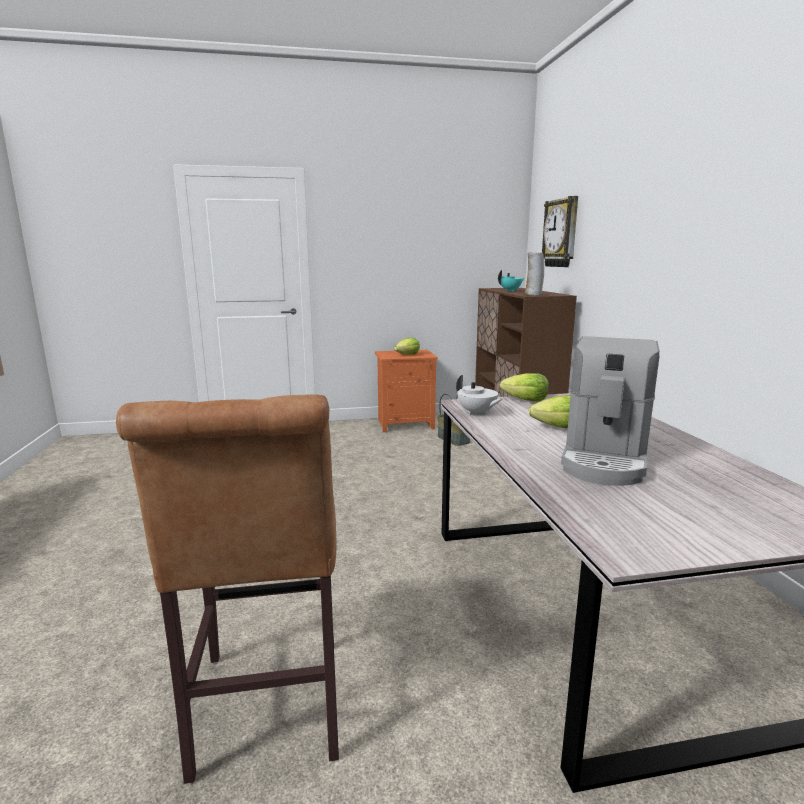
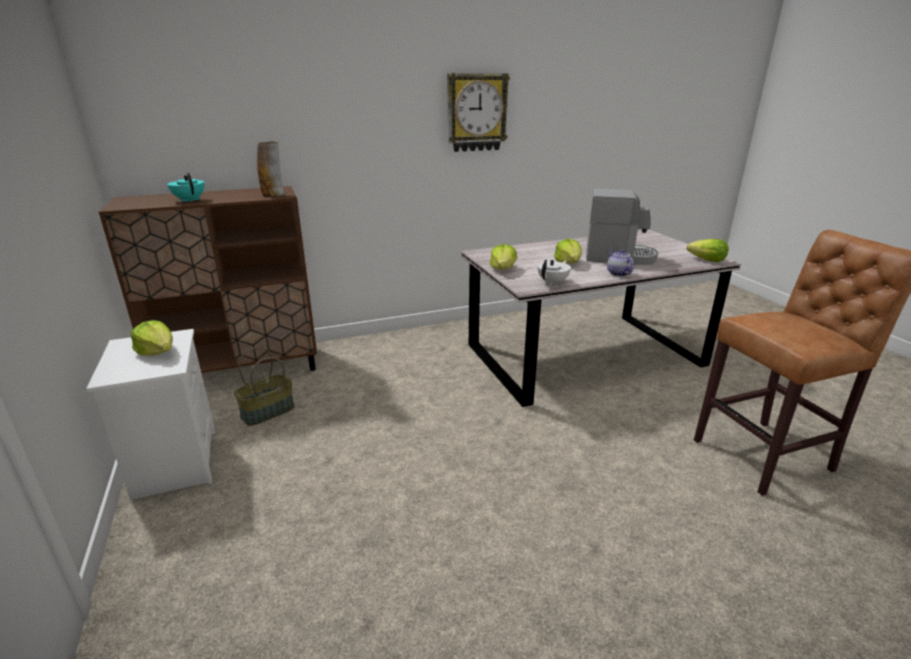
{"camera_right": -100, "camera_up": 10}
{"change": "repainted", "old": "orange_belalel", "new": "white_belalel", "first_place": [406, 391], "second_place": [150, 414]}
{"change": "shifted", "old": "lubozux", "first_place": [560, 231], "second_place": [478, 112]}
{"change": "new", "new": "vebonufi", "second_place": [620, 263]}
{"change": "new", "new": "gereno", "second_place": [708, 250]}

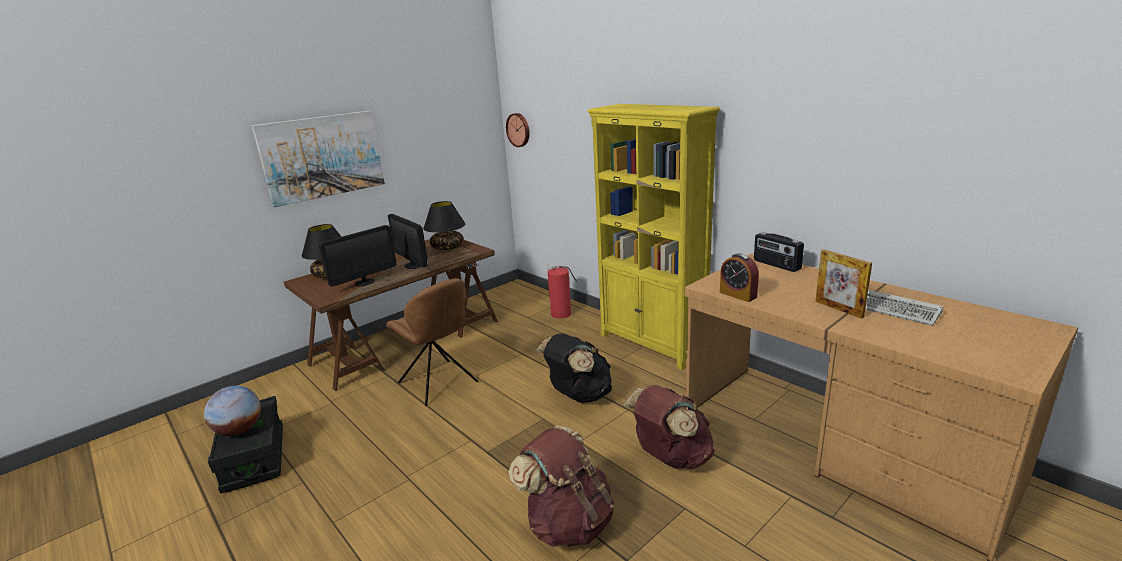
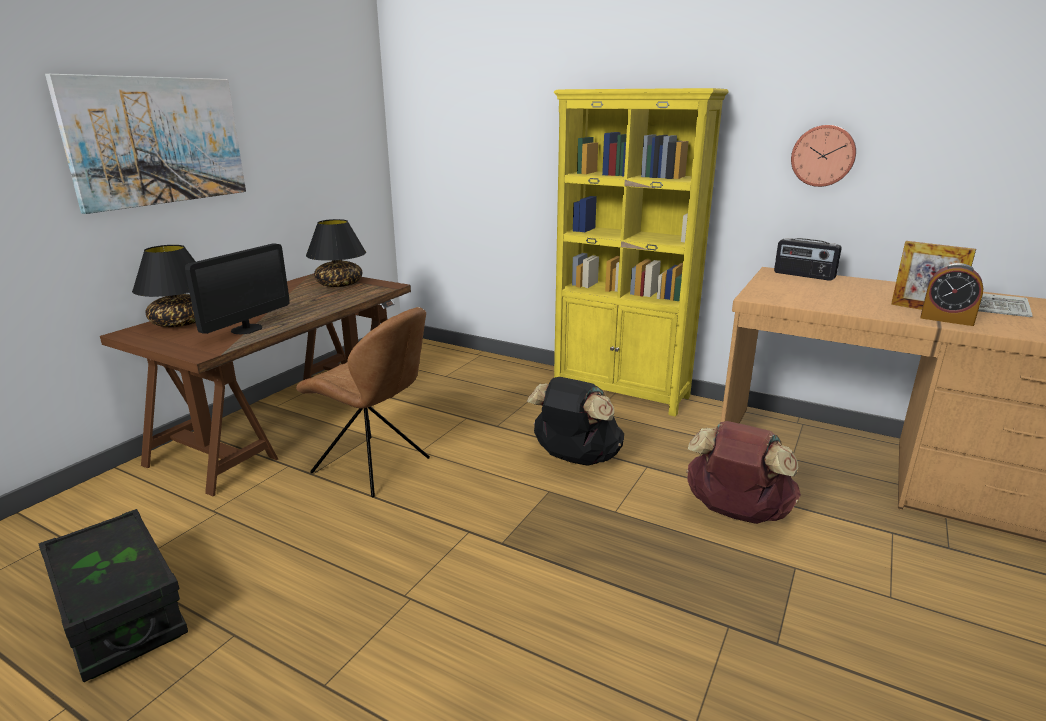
{"camera_right": -20, "camera_up": 0}
{"change": "gone", "old": "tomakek", "first_place": [232, 411]}
{"change": "gone", "old": "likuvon", "first_place": [407, 241]}
{"change": "shifted", "old": "lubozux", "first_place": [518, 130], "second_place": [823, 156]}
{"change": "gone", "old": "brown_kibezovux", "first_place": [562, 486]}
{"change": "gone", "old": "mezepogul", "first_place": [562, 292]}
{"change": "shifted", "old": "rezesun", "first_place": [739, 277], "second_place": [951, 294]}

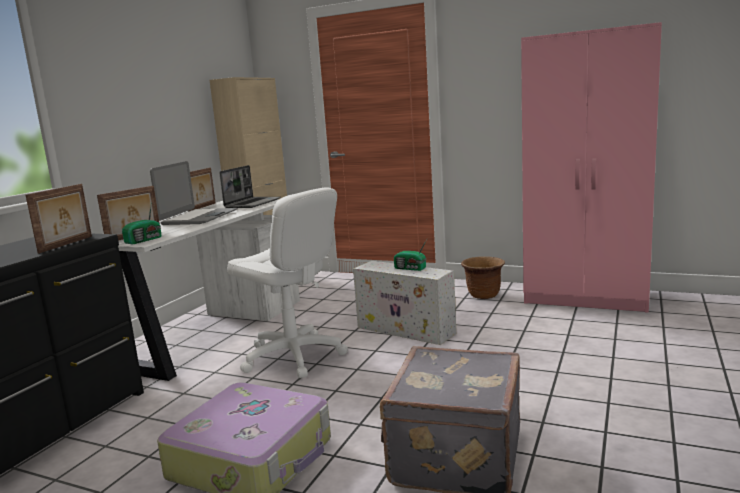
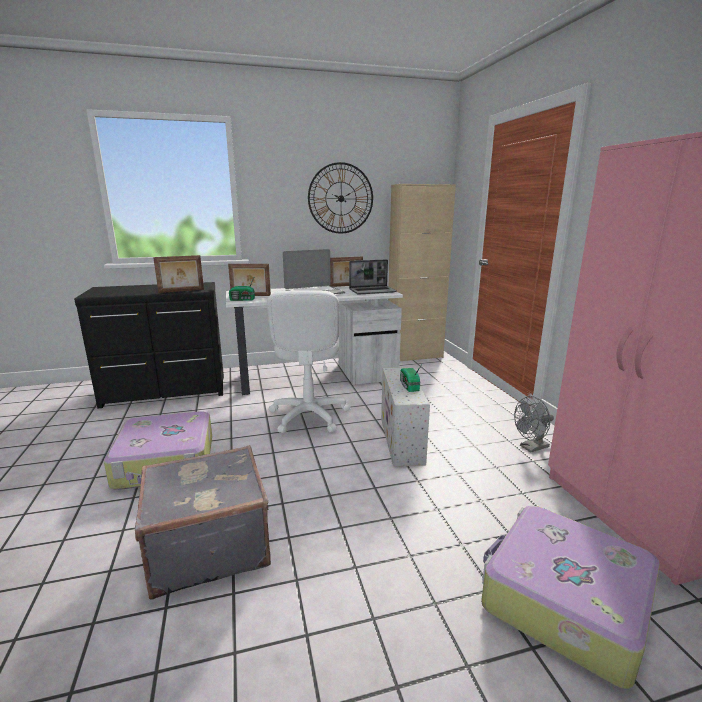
{"camera_right": 50, "camera_up": 5}
{"change": "swapped", "old": "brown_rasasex", "new": "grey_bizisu", "first_place": [483, 277], "second_place": [534, 424]}
{"change": "new", "new": "lubozux", "second_place": [340, 198]}
{"change": "new", "new": "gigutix", "second_place": [570, 597]}

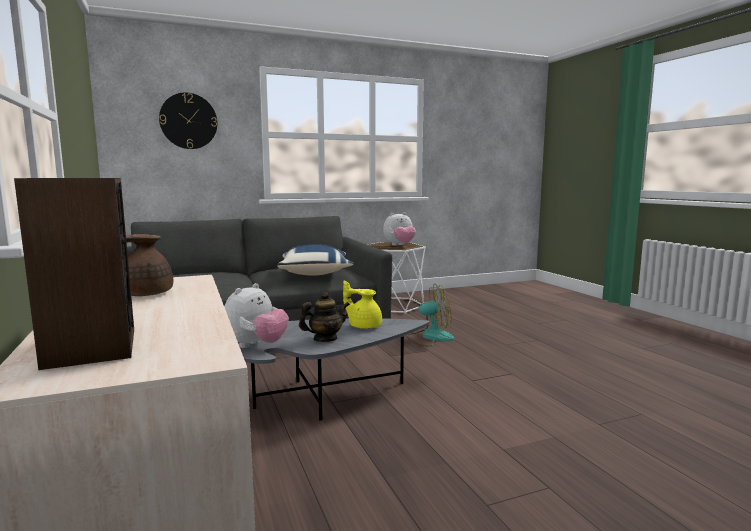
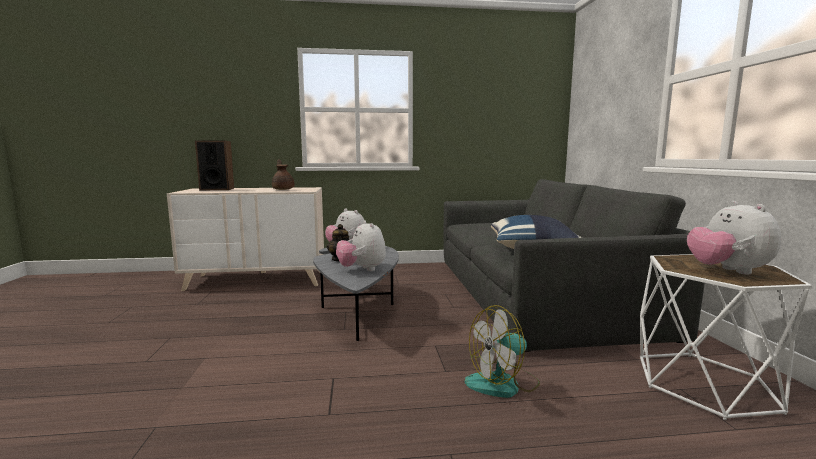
{"camera_right": 105, "camera_up": 0}
{"change": "gone", "old": "lubozux", "first_place": [188, 121]}
{"change": "swapped", "old": "yellow_vebonufi", "new": "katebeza", "first_place": [362, 305], "second_place": [361, 245]}
{"change": "rotated", "old": "bizisu", "first_place": [430, 315], "second_place": [502, 351], "degrees": 60}

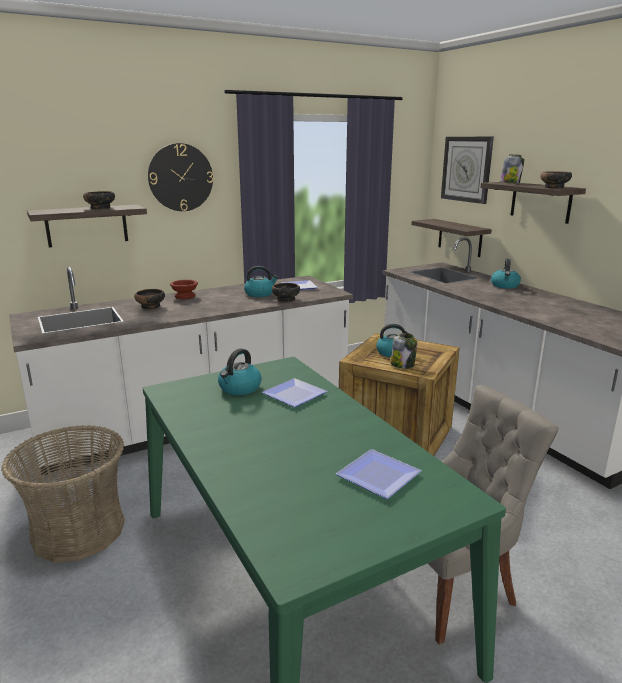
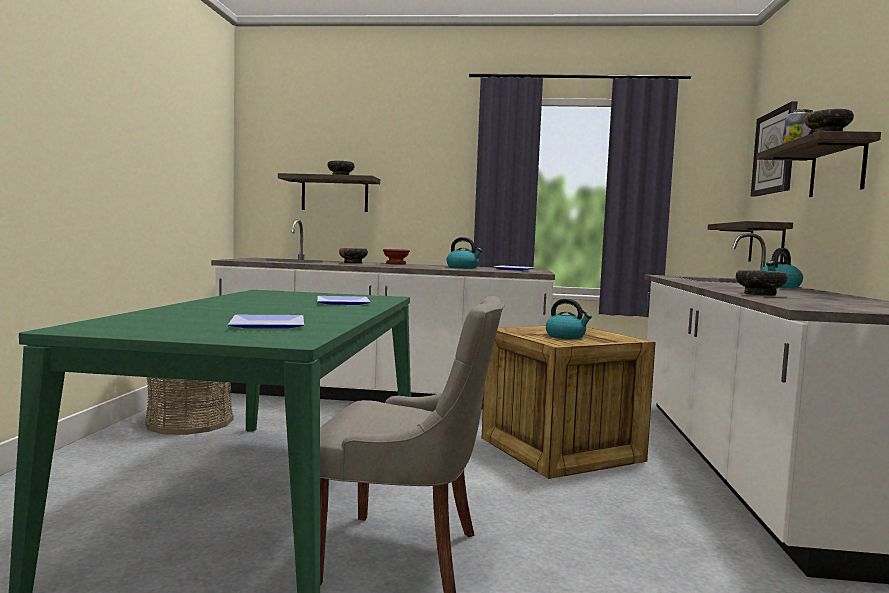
{"camera_right": 35, "camera_up": -15}
{"change": "gone", "old": "lubozux", "first_place": [180, 177]}
{"change": "gone", "old": "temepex", "first_place": [240, 371]}
{"change": "shifted", "old": "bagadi", "first_place": [286, 292], "second_place": [762, 283]}
{"change": "gone", "old": "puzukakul", "first_place": [404, 351]}

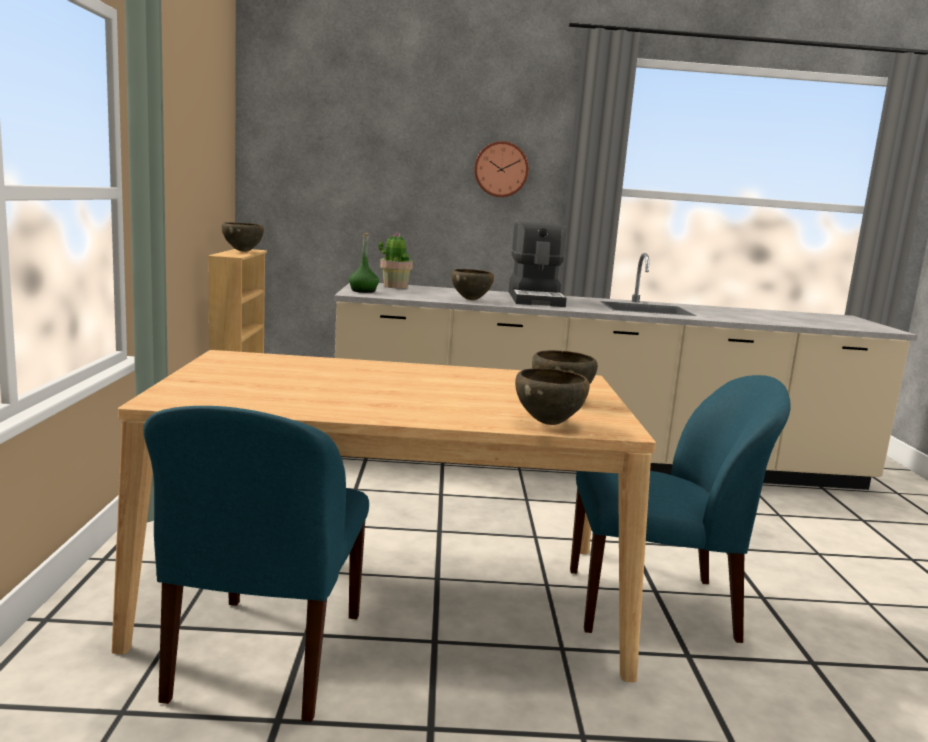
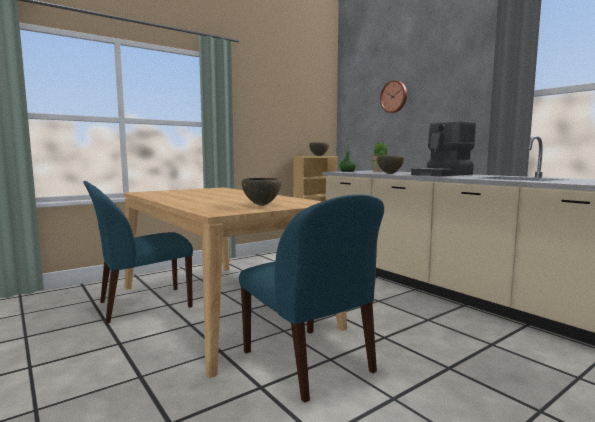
{"camera_right": 55, "camera_up": -5}
{"change": "shifted", "old": "lubozux", "first_place": [501, 169], "second_place": [393, 96]}
{"change": "gone", "old": "brown_bagadi", "first_place": [552, 396]}

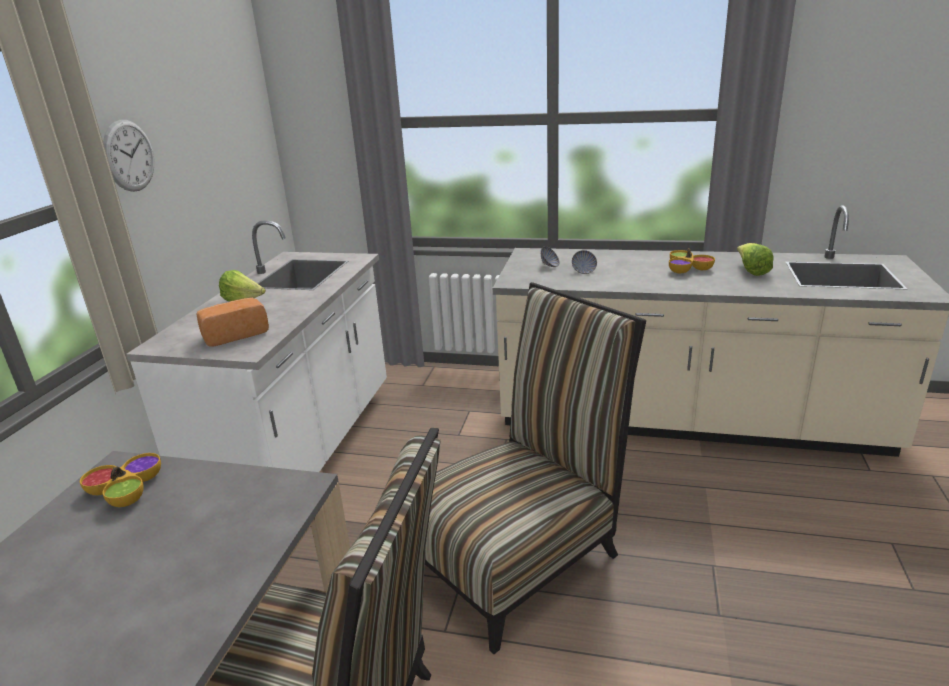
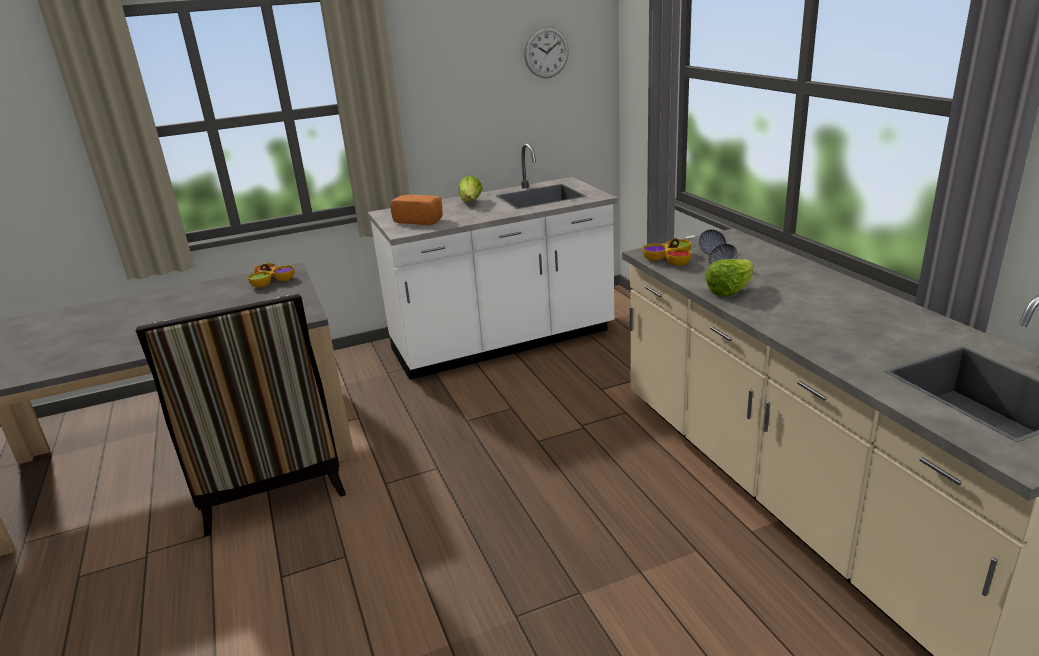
{"camera_right": 55, "camera_up": 0}
{"change": "shifted", "old": "lubozux", "first_place": [128, 156], "second_place": [546, 52]}
{"change": "gone", "old": "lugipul", "first_place": [535, 468]}
{"change": "shifted", "old": "bagadi", "first_place": [692, 260], "second_place": [666, 252]}
{"change": "shifted", "old": "gereno", "first_place": [755, 259], "second_place": [729, 278]}

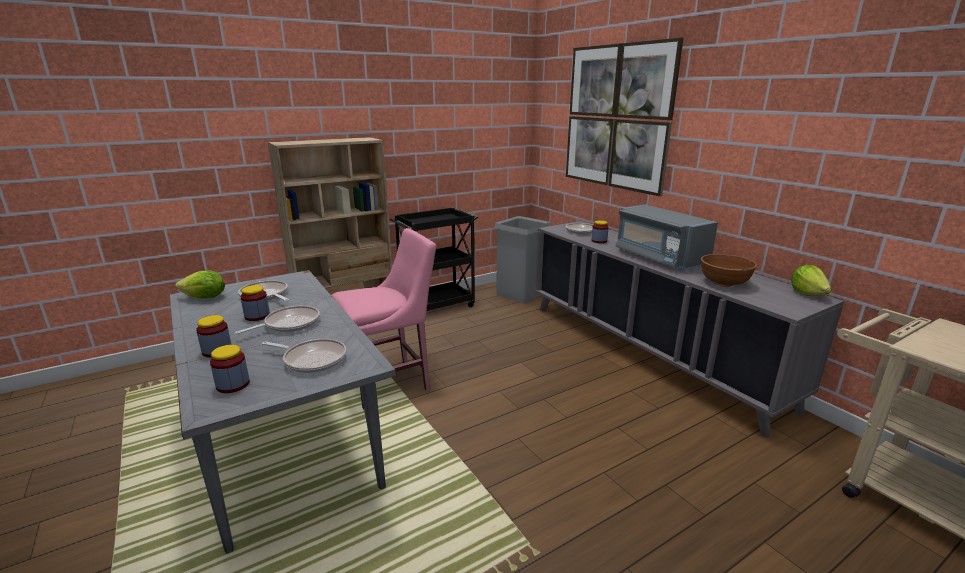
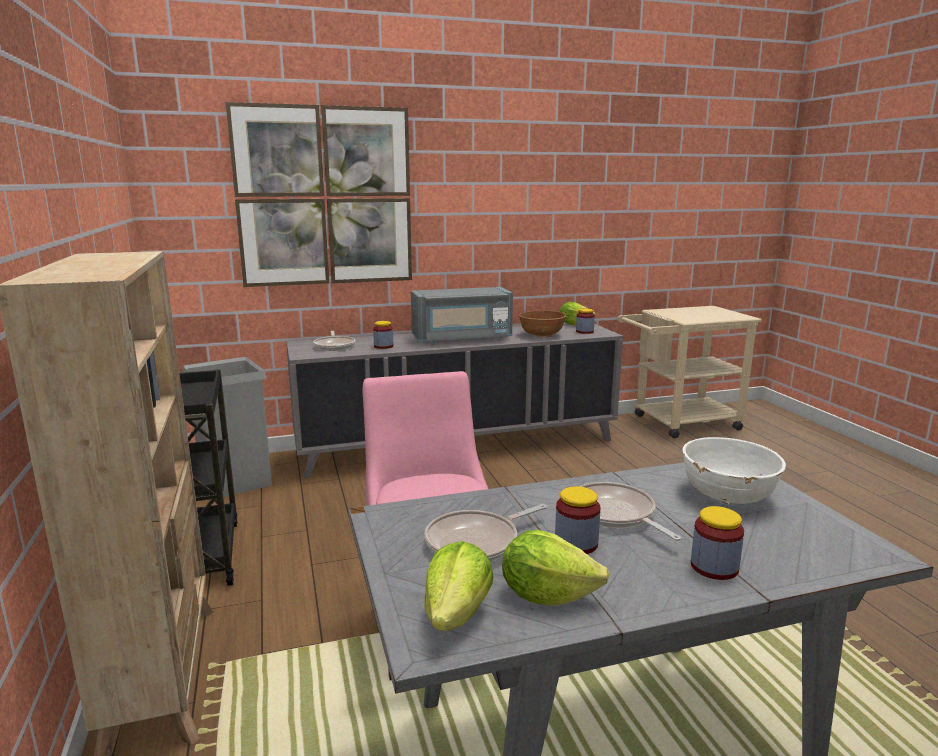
{"camera_right": -75, "camera_up": -5}
{"change": "shifted", "old": "puzukakul", "first_place": [230, 369], "second_place": [585, 321]}
{"change": "swapped", "old": "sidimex", "new": "white_bagadi", "first_place": [304, 356], "second_place": [734, 470]}
{"change": "new", "new": "gereno", "second_place": [555, 568]}

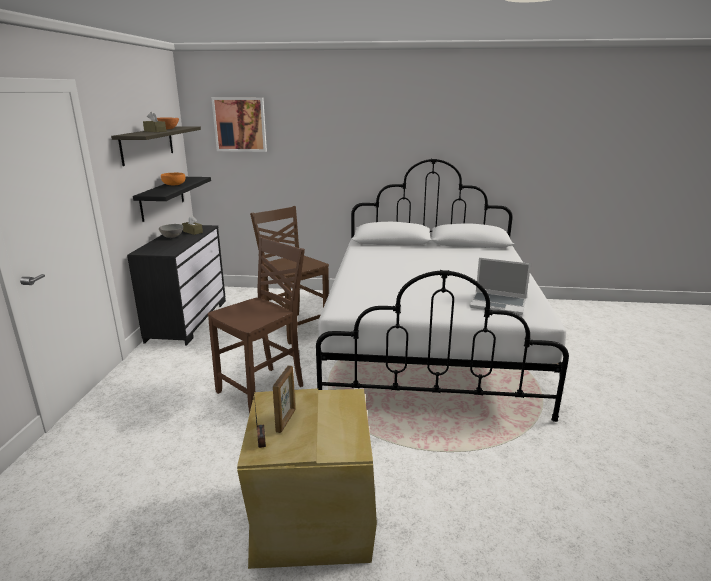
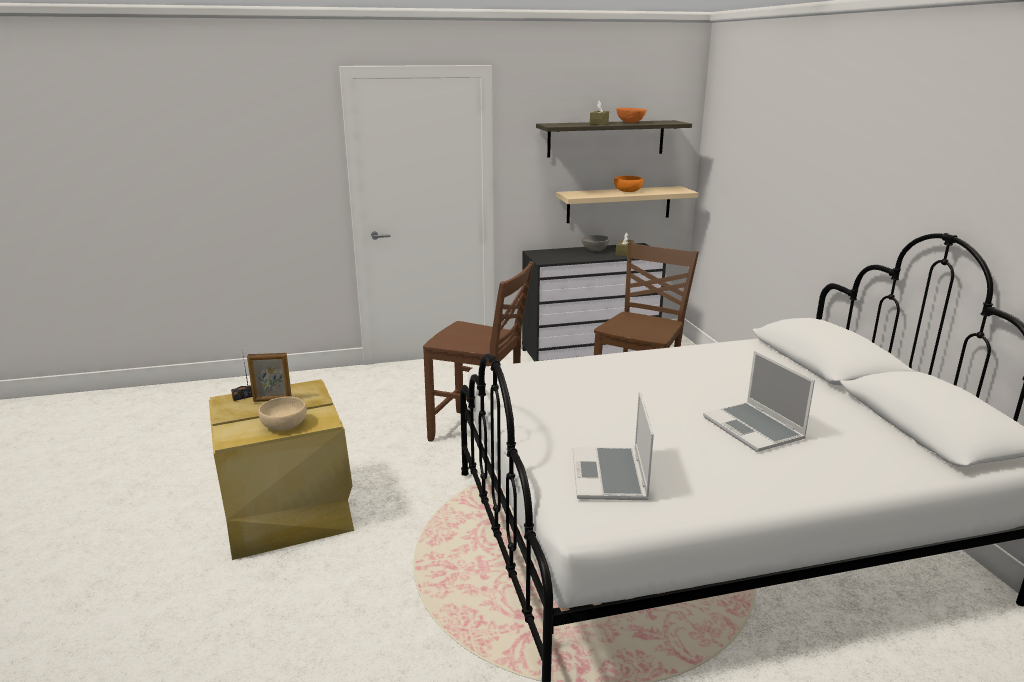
{"camera_right": 70, "camera_up": 0}
{"change": "repainted", "old": "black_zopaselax", "new": "beige_zopaselax", "first_place": [172, 199], "second_place": [627, 204]}
{"change": "gone", "old": "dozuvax", "first_place": [239, 124]}
{"change": "new", "new": "beige_bagadi", "second_place": [282, 413]}
{"change": "new", "new": "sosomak", "second_place": [759, 401]}

